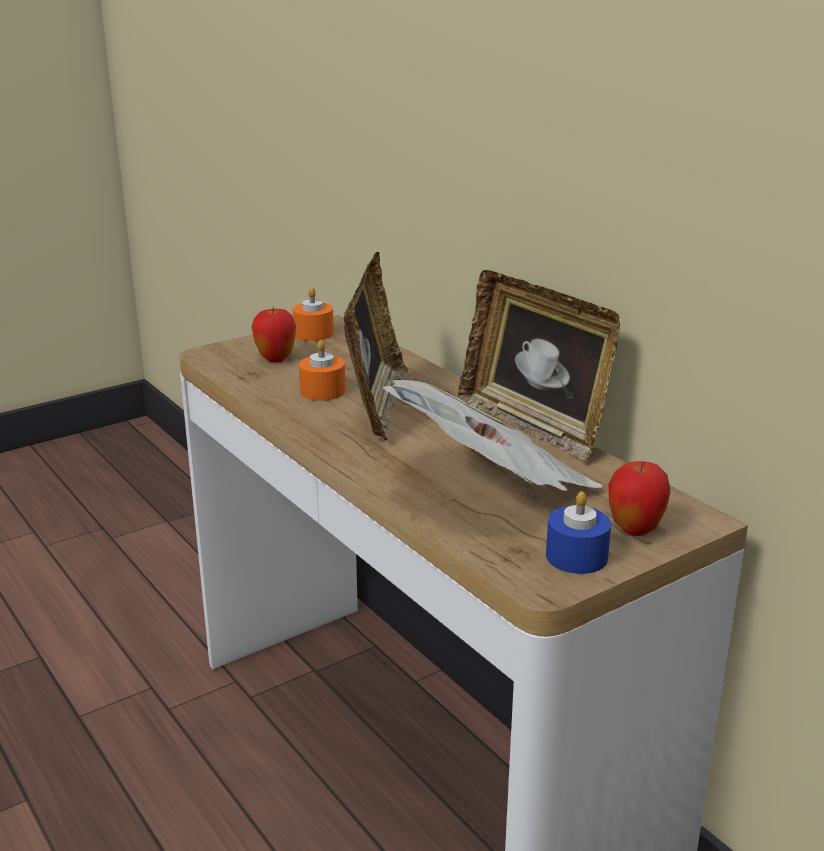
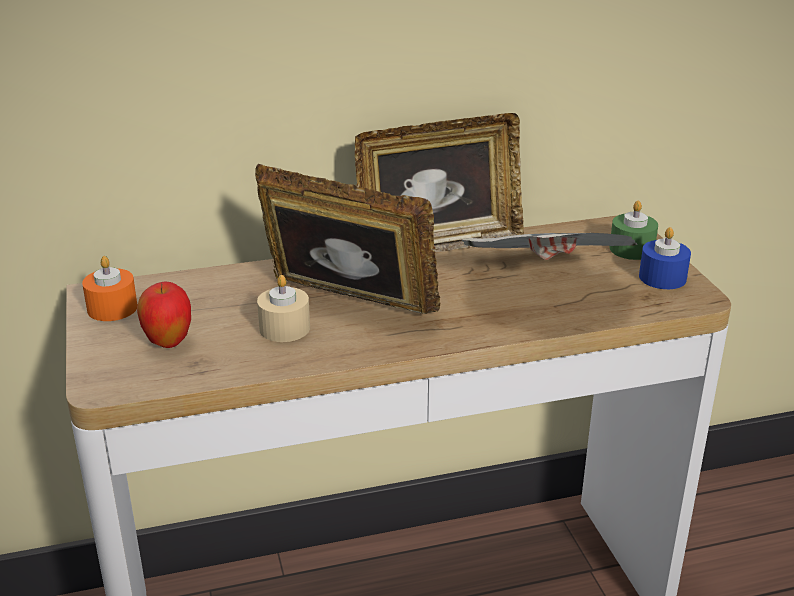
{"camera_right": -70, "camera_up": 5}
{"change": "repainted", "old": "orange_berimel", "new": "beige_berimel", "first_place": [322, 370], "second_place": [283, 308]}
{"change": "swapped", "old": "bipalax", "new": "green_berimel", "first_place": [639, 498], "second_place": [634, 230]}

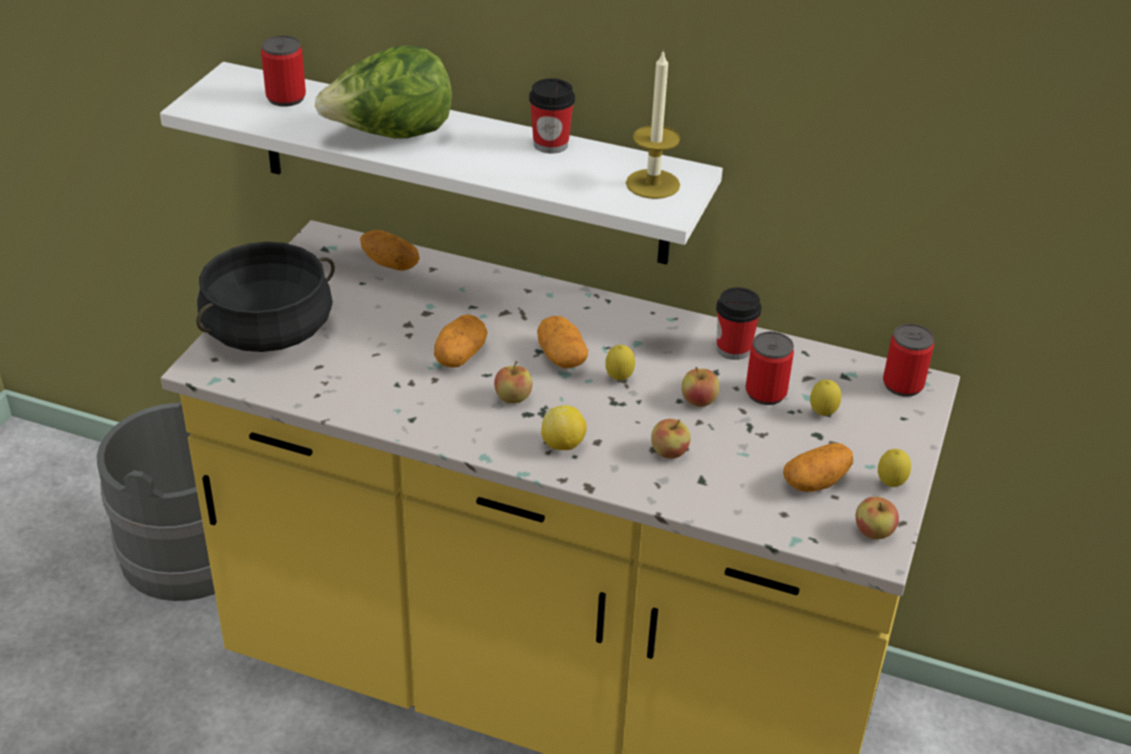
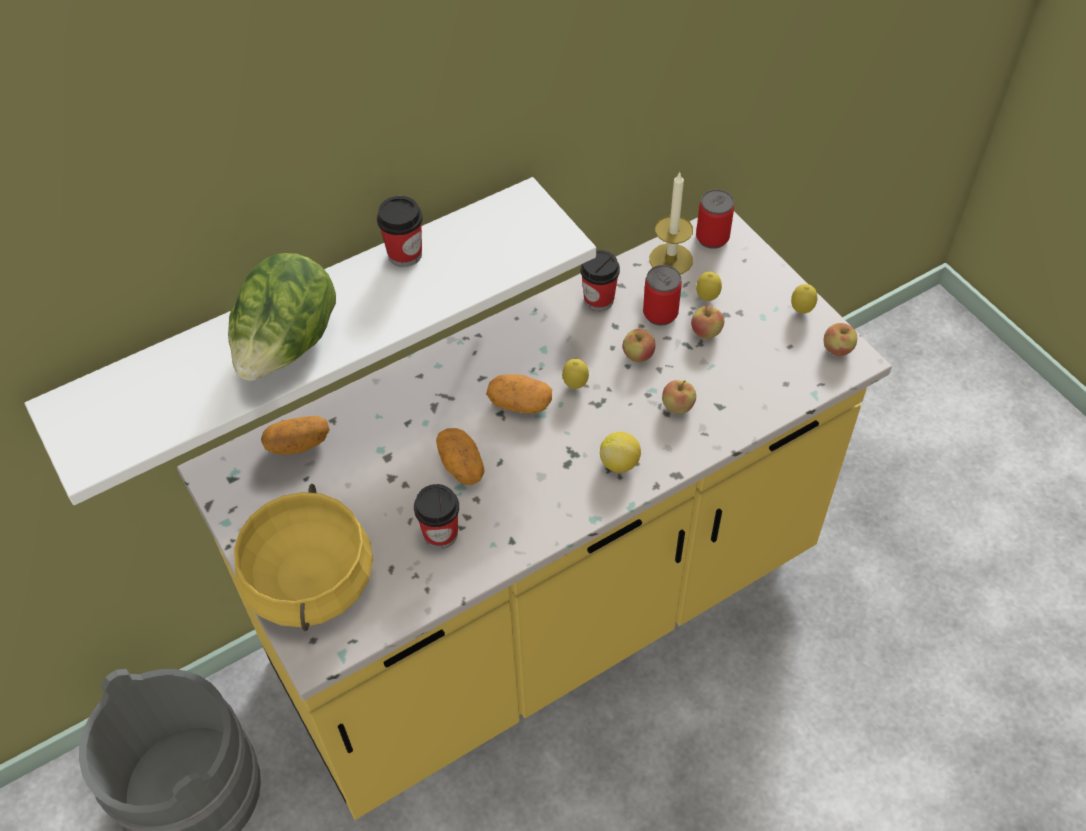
{"camera_right": -50, "camera_up": 15}
{"change": "repainted", "old": "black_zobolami", "new": "yellow_zobolami", "first_place": [265, 297], "second_place": [303, 557]}
{"change": "gone", "old": "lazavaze", "first_place": [283, 71]}
{"change": "shifted", "old": "bipalax", "first_place": [513, 382], "second_place": [708, 322]}
{"change": "shifted", "old": "berimel", "first_place": [653, 124], "second_place": [671, 223]}
{"change": "gone", "old": "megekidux", "first_place": [818, 467]}
{"change": "new", "new": "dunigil", "second_place": [436, 516]}

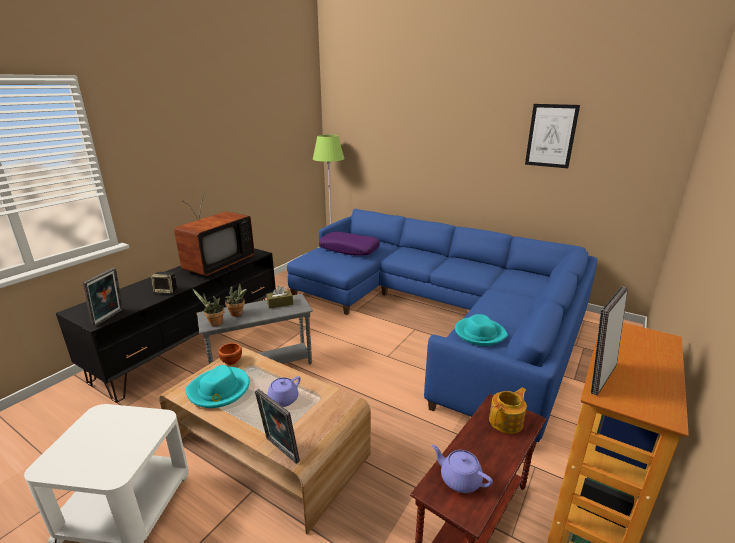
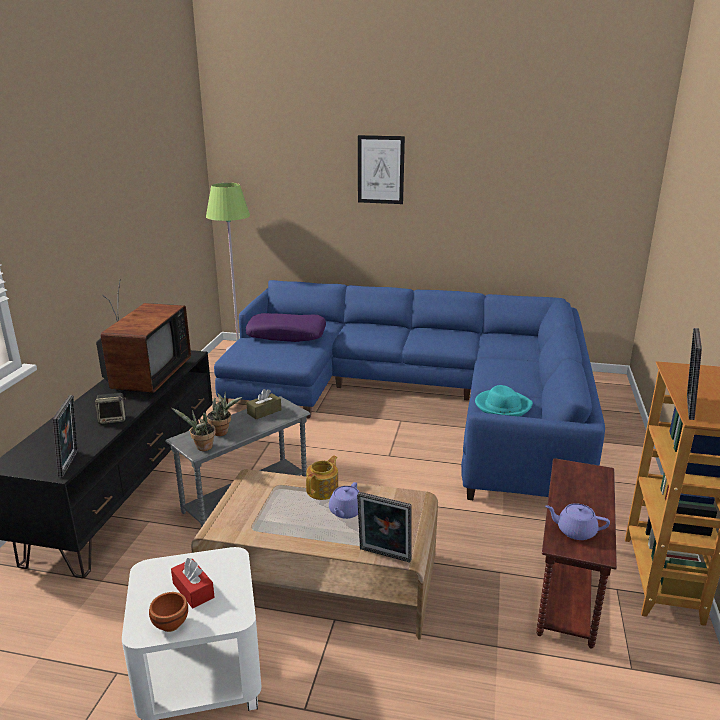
{"camera_right": -20, "camera_up": 0}
{"change": "gone", "old": "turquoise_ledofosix", "first_place": [217, 386]}
{"change": "shifted", "old": "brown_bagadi", "first_place": [230, 354], "second_place": [168, 612]}
{"change": "shifted", "old": "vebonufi", "first_place": [508, 411], "second_place": [322, 477]}
{"change": "shifted", "old": "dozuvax", "first_place": [552, 136], "second_place": [381, 169]}
{"change": "new", "new": "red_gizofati", "second_place": [193, 582]}

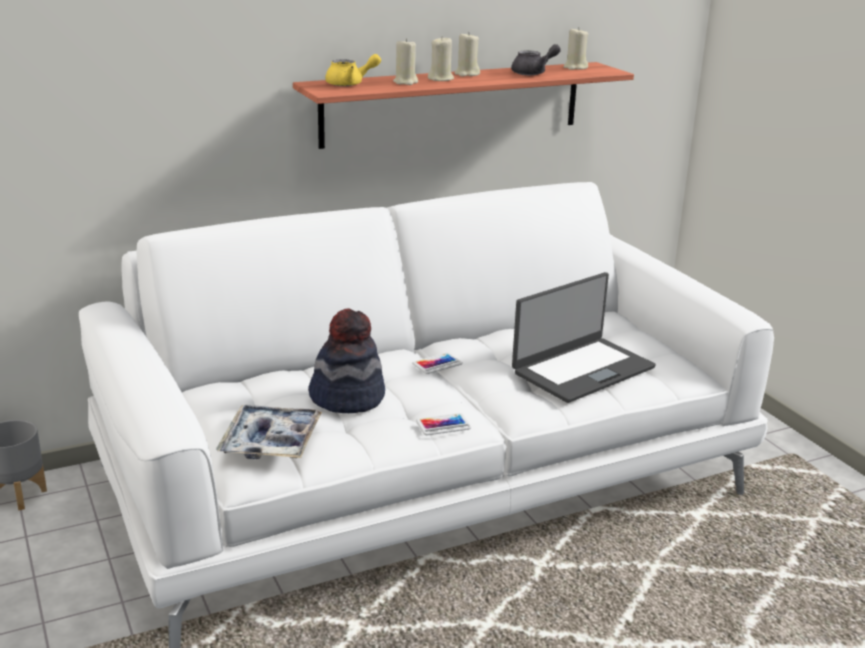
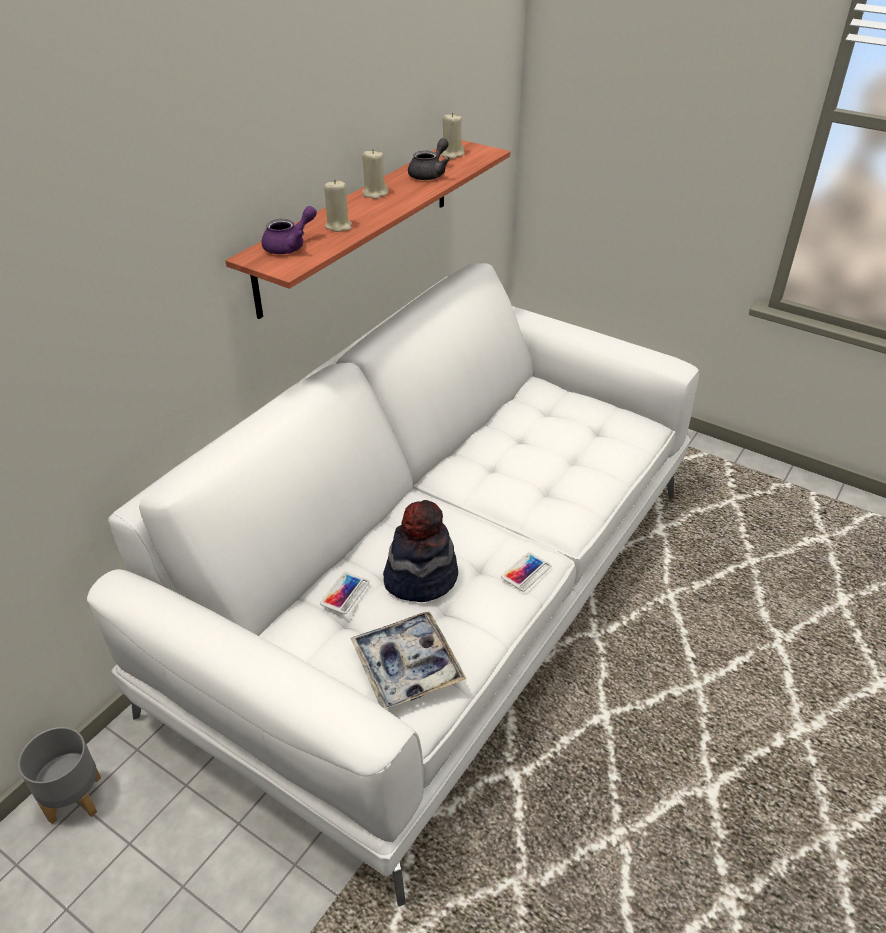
{"camera_right": -30, "camera_up": 15}
{"change": "repainted", "old": "yellow_vebonufi", "new": "purple_vebonufi", "first_place": [353, 70], "second_place": [289, 230]}
{"change": "shifted", "old": "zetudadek", "first_place": [437, 363], "second_place": [345, 593]}
{"change": "gone", "old": "beige_berimel", "first_place": [441, 58]}
{"change": "gone", "old": "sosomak", "first_place": [584, 337]}

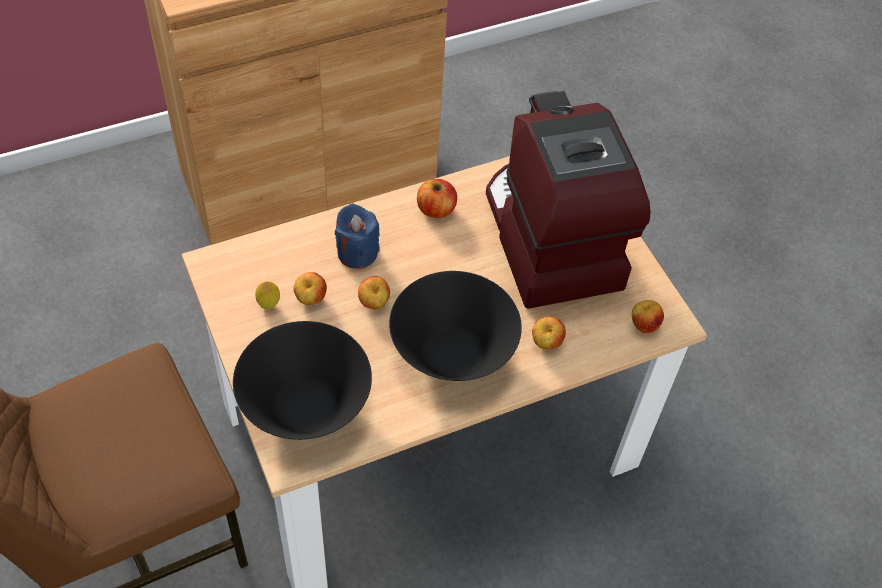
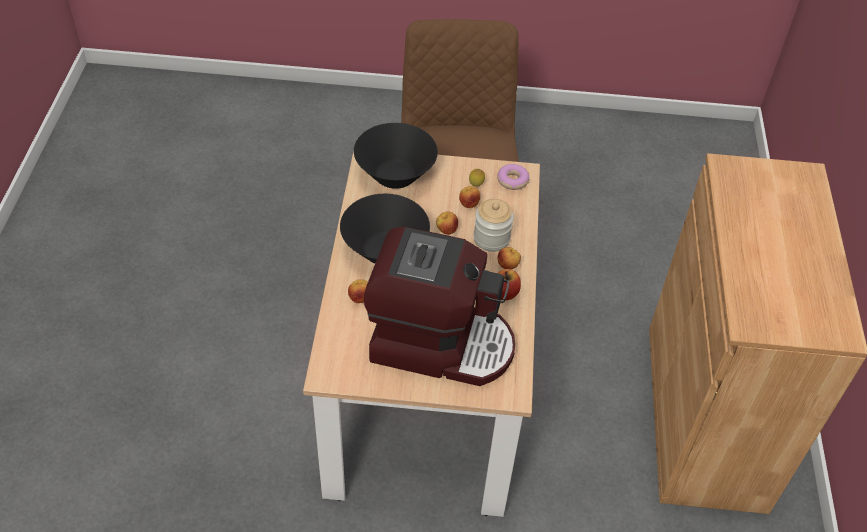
{"camera_right": 120, "camera_up": -5}
{"change": "swapped", "old": "blue_berimel", "new": "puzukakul", "first_place": [357, 236], "second_place": [494, 225]}
{"change": "shifted", "old": "bipalax", "first_place": [648, 316], "second_place": [509, 258]}
{"change": "new", "new": "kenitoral", "second_place": [513, 177]}

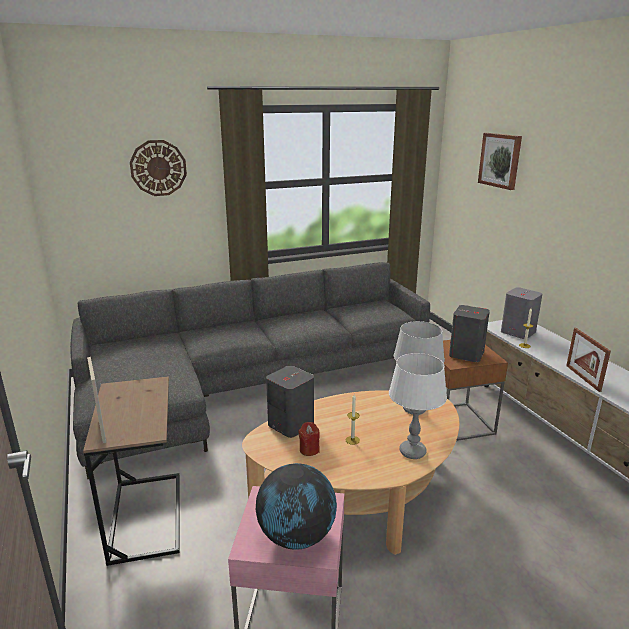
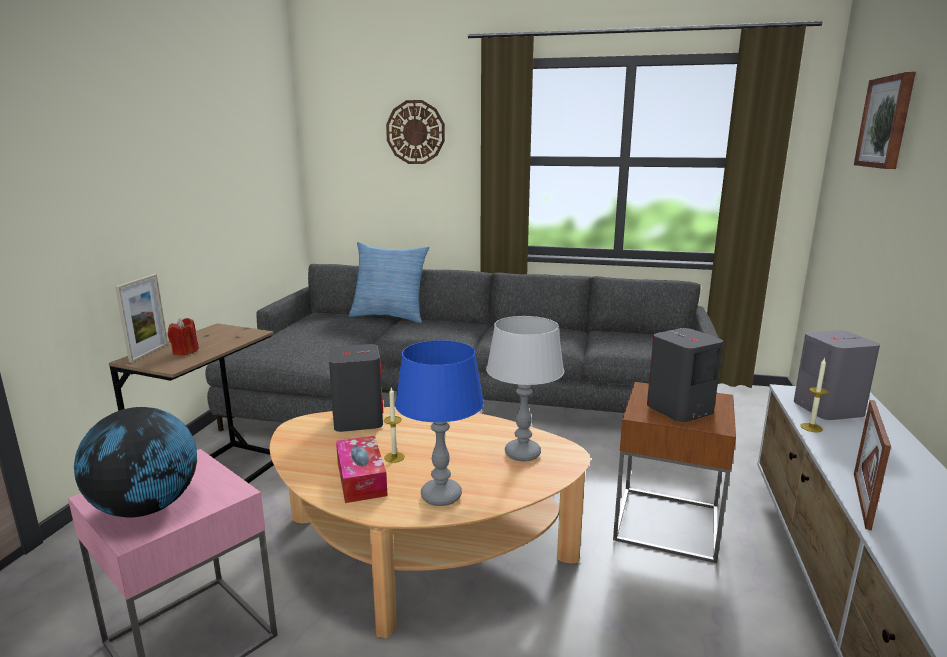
{"camera_right": 35, "camera_up": -5}
{"change": "shifted", "old": "red_berimel", "first_place": [309, 439], "second_place": [183, 336]}
{"change": "repainted", "old": "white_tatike", "new": "blue_tatike", "first_place": [418, 406], "second_place": [439, 423]}
{"change": "new", "new": "gizofati", "second_place": [362, 469]}
{"change": "new", "new": "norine", "second_place": [389, 282]}

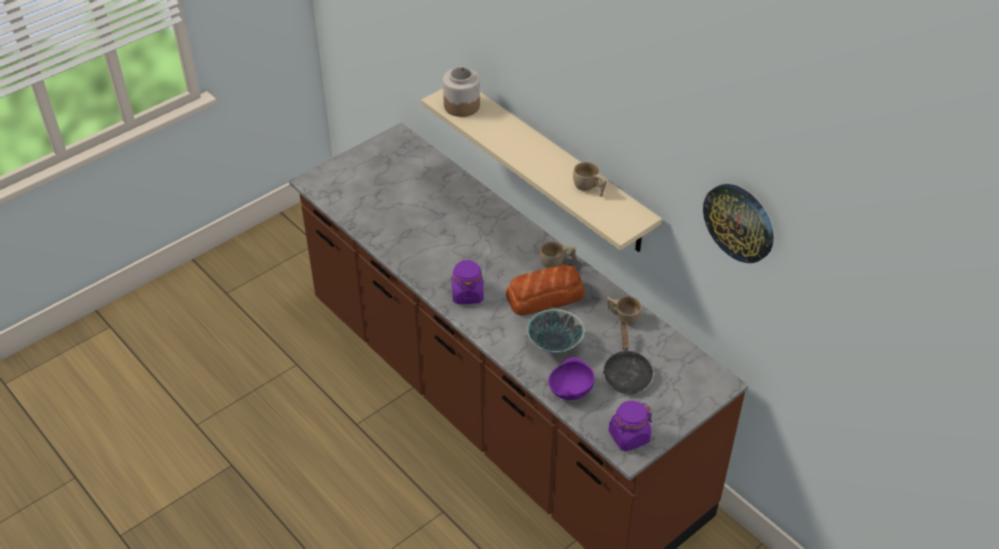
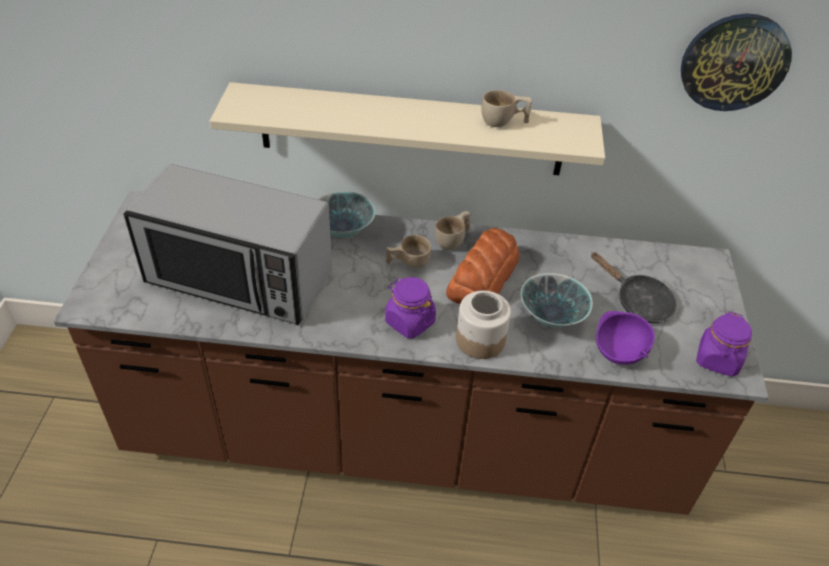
{"camera_right": -45, "camera_up": 0}
{"change": "shifted", "old": "puzukakul", "first_place": [461, 92], "second_place": [483, 325]}
{"change": "shifted", "old": "beige_dunigil", "first_place": [624, 310], "second_place": [408, 252]}
{"change": "new", "new": "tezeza", "second_place": [228, 244]}
{"change": "new", "new": "bagadi", "second_place": [347, 215]}

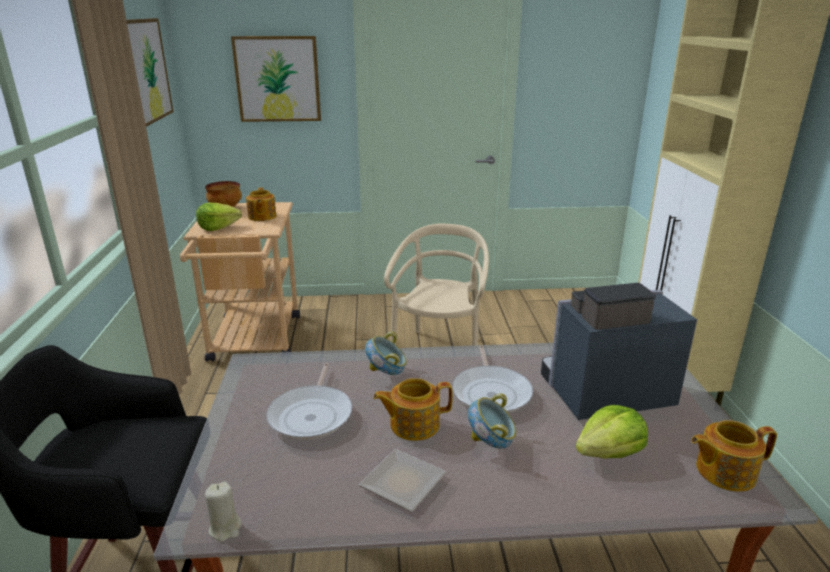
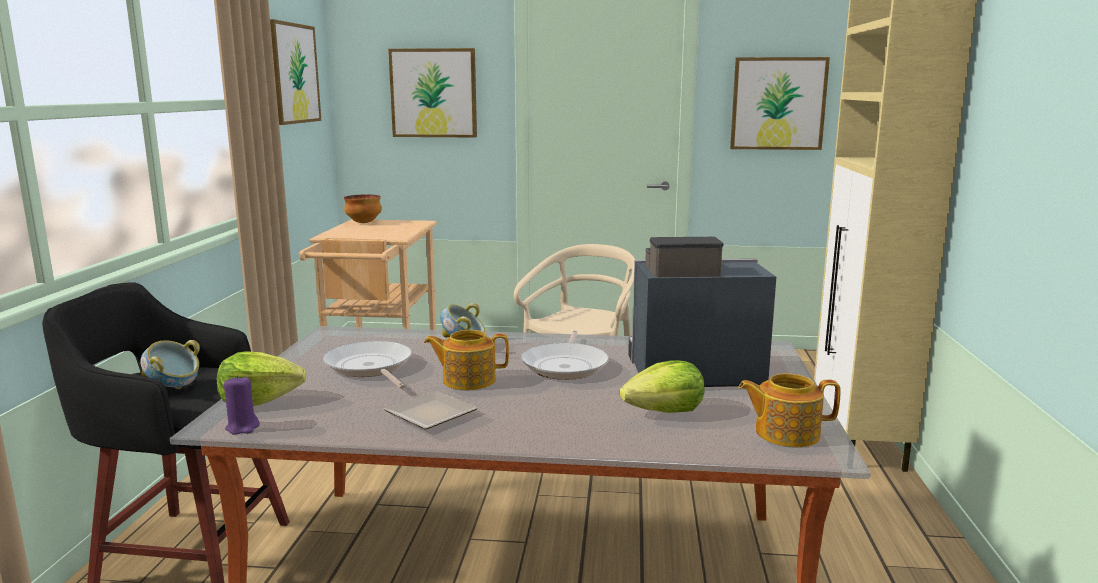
{"camera_right": 10, "camera_up": -10}
{"change": "shifted", "old": "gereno", "first_place": [219, 217], "second_place": [261, 378]}
{"change": "repainted", "old": "beige_berimel", "new": "purple_berimel", "first_place": [223, 512], "second_place": [242, 405]}
{"change": "gone", "old": "vebonufi", "first_place": [261, 204]}
{"change": "rotated", "old": "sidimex", "first_place": [309, 401], "second_place": [367, 364], "degrees": 135}
{"change": "shifted", "old": "bagadi", "first_place": [492, 421], "second_place": [170, 364]}
{"change": "new", "new": "dozuvax", "second_place": [780, 103]}

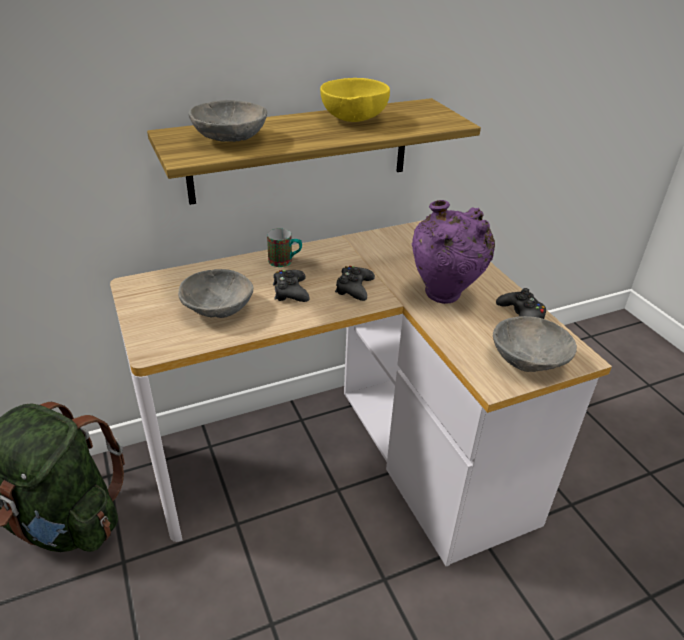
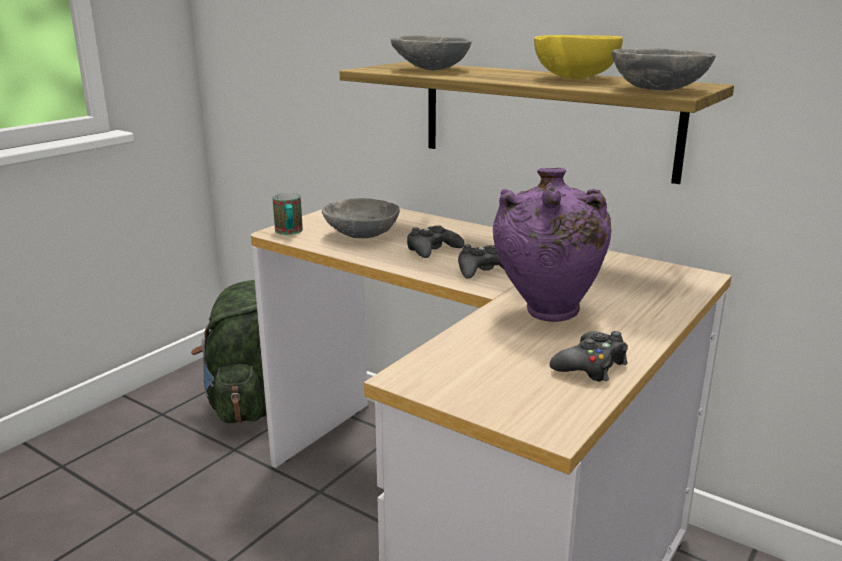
{"camera_right": 60, "camera_up": -15}
{"change": "shifted", "old": "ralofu", "first_place": [284, 247], "second_place": [288, 214]}
{"change": "shifted", "old": "grey_bagadi", "first_place": [535, 344], "second_place": [664, 69]}

